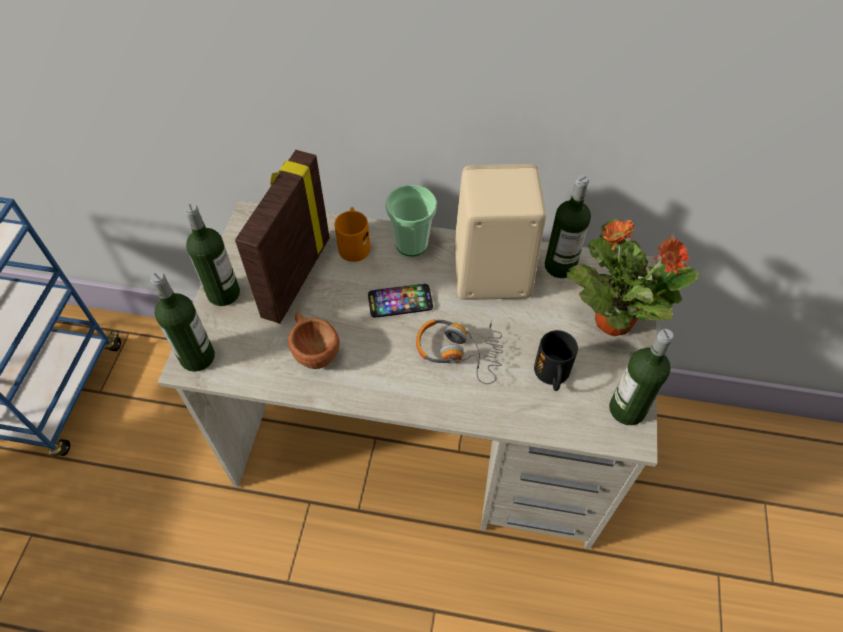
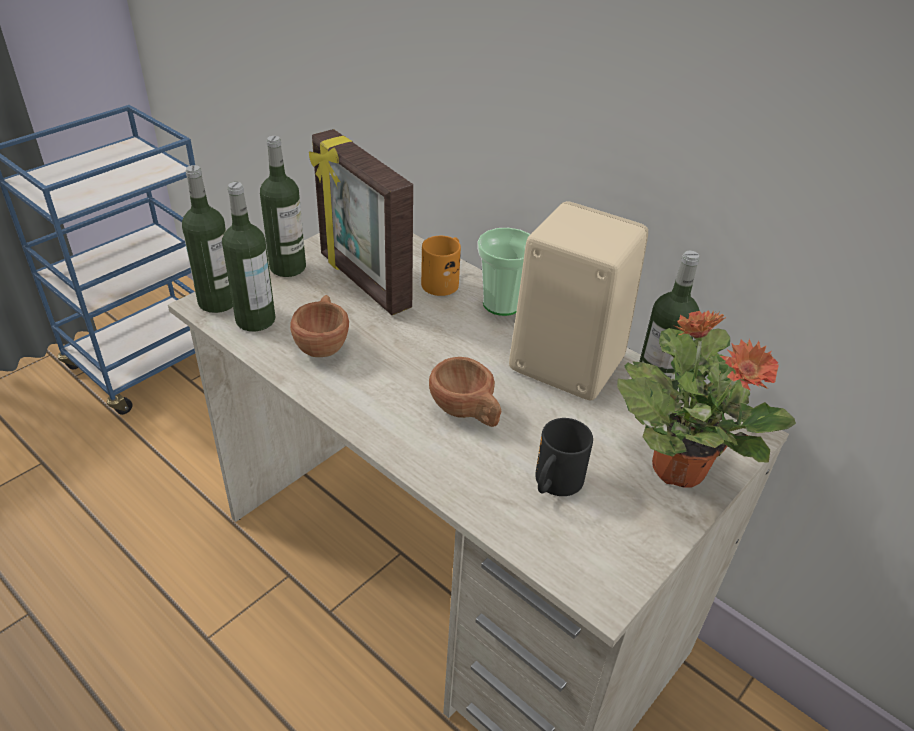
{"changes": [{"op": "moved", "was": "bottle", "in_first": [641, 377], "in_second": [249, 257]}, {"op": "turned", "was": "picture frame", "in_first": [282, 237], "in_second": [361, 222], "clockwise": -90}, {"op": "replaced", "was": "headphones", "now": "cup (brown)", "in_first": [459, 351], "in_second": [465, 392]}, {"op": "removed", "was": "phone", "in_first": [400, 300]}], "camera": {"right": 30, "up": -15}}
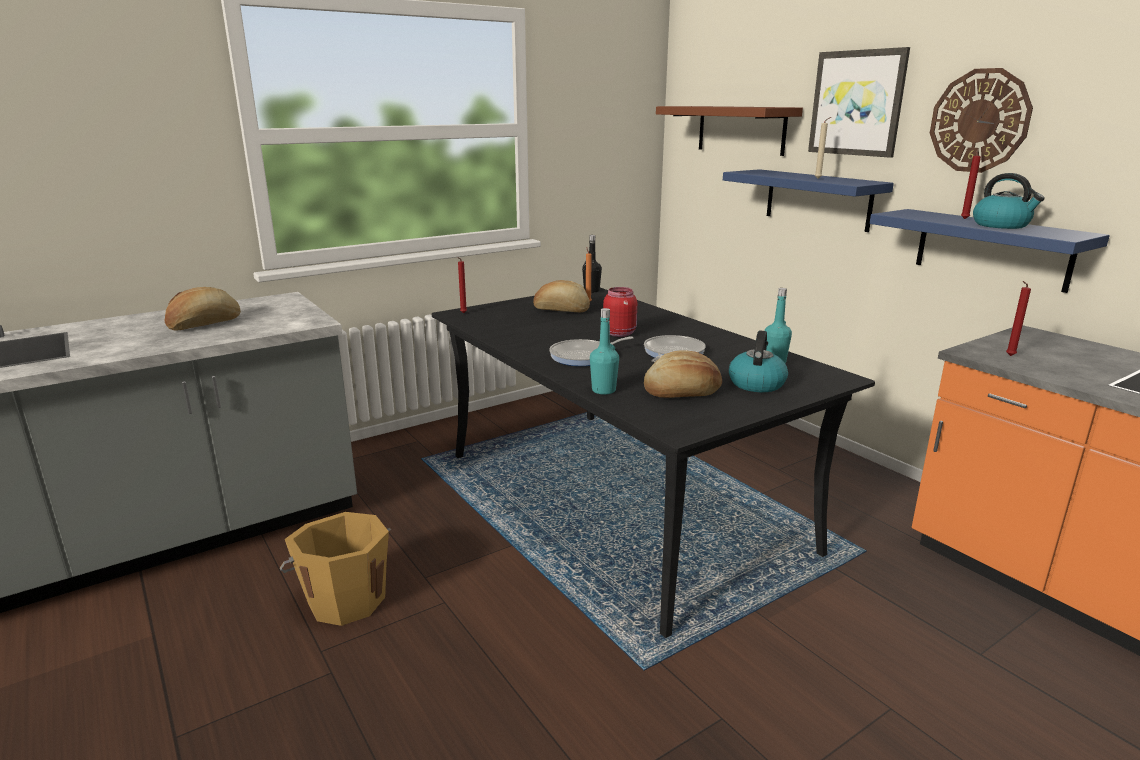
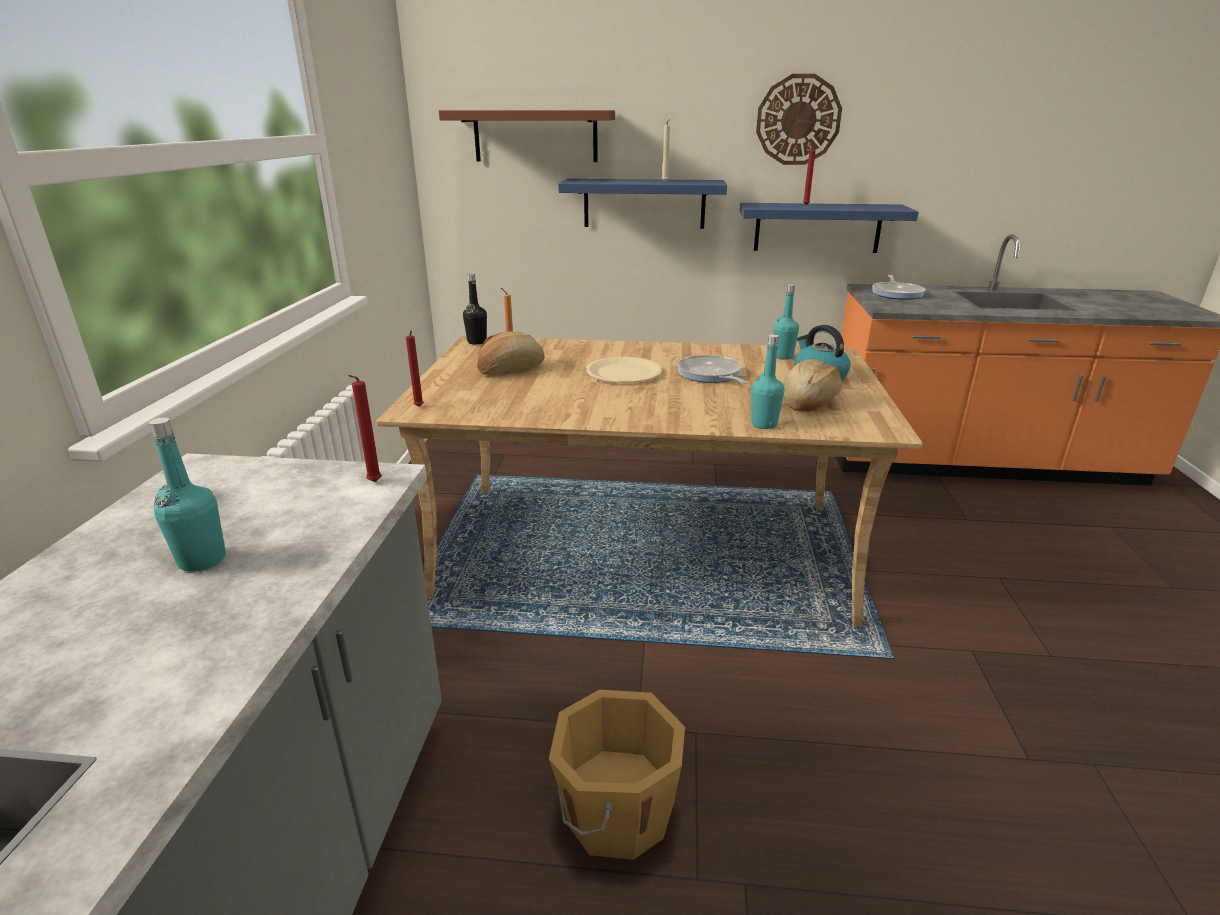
{"changes": [{"op": "replaced", "was": "bread", "now": "bottle (turquoise)", "in_first": [203, 308], "in_second": [187, 494]}, {"op": "moved", "was": "candle (red)", "in_first": [1018, 318], "in_second": [365, 428]}, {"op": "recoloured", "was": "dining table (black)", "now": "dining table (beige)", "in_first": [653, 463], "in_second": [649, 481]}, {"op": "replaced", "was": "jar (red)", "now": "plate (beige)", "in_first": [620, 312], "in_second": [624, 370]}, {"op": "moved", "was": "frying pan", "in_first": [591, 351], "in_second": [899, 287]}, {"op": "removed", "was": "picture", "in_first": [859, 102]}, {"op": "removed", "was": "kettle", "in_first": [1009, 201]}], "camera": {"right": -50, "up": 5}}
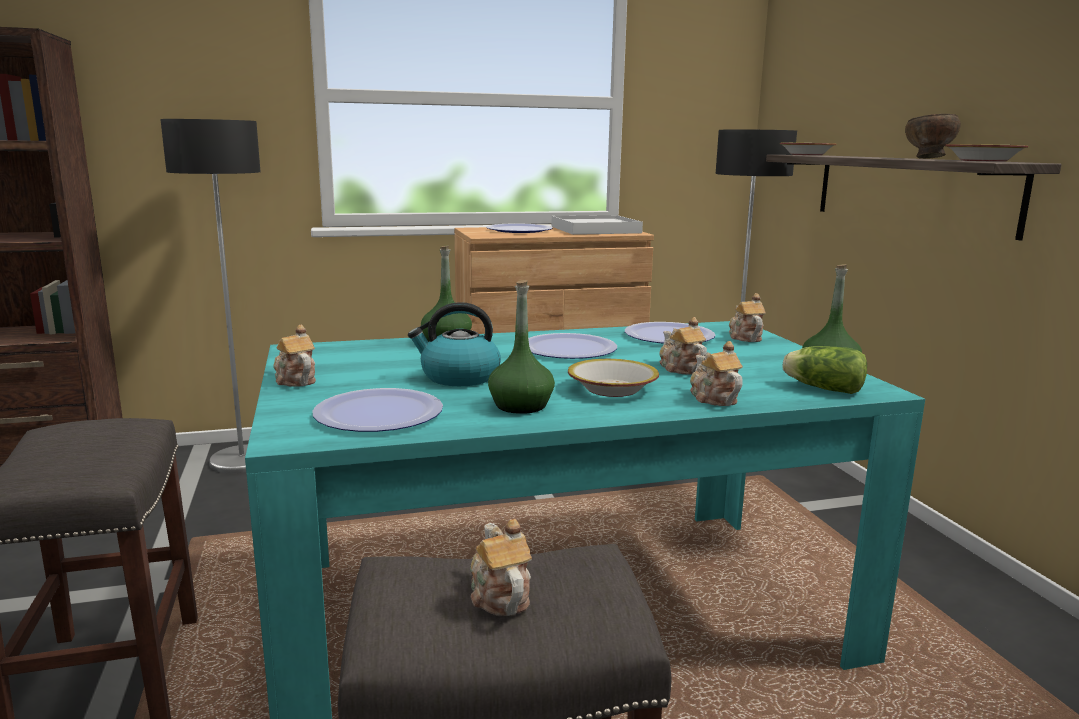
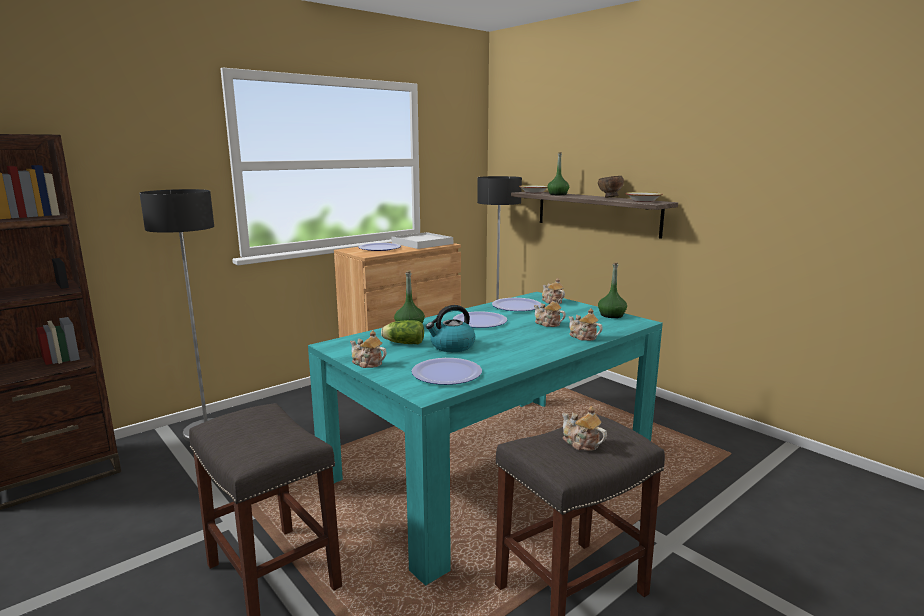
{"changes": [{"op": "moved", "was": "lettuce", "in_first": [825, 370], "in_second": [402, 332]}, {"op": "moved", "was": "bottle (green)", "in_first": [521, 347], "in_second": [558, 173]}, {"op": "removed", "was": "bowl", "in_first": [613, 378]}], "camera": {"right": -25, "up": 0}}
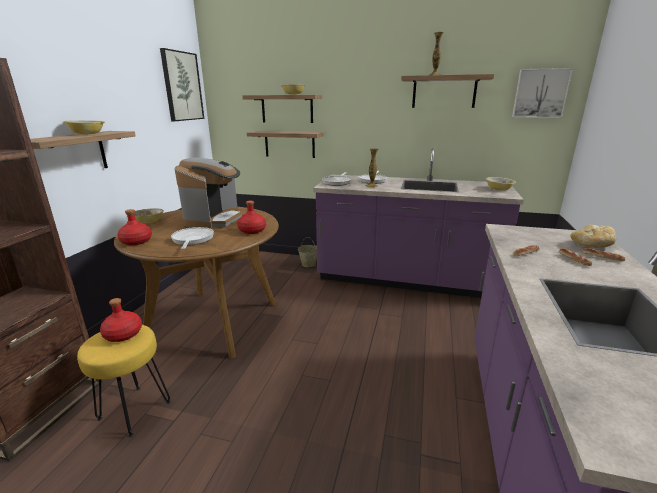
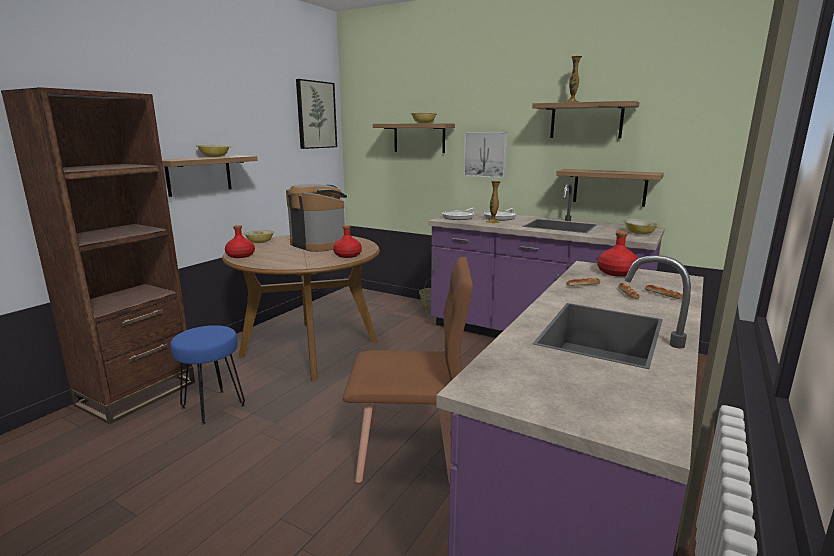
{"changes": [{"op": "recoloured", "was": "stool (yellow)", "now": "stool (blue)", "in_first": [124, 381], "in_second": [207, 375]}, {"op": "turned", "was": "coffee machine", "in_first": [208, 193], "in_second": [316, 218], "clockwise": -75}, {"op": "added", "now": "chair (brown)", "in_second": [408, 370]}, {"op": "moved", "was": "picture", "in_first": [542, 93], "in_second": [486, 155]}, {"op": "moved", "was": "shelf", "in_first": [285, 144], "in_second": [610, 188]}, {"op": "moved", "was": "bottle (red)", "in_first": [121, 320], "in_second": [618, 254]}, {"op": "removed", "was": "frying pan", "in_first": [192, 238]}, {"op": "removed", "was": "bread", "in_first": [593, 236]}], "camera": {"right": 15, "up": -5}}
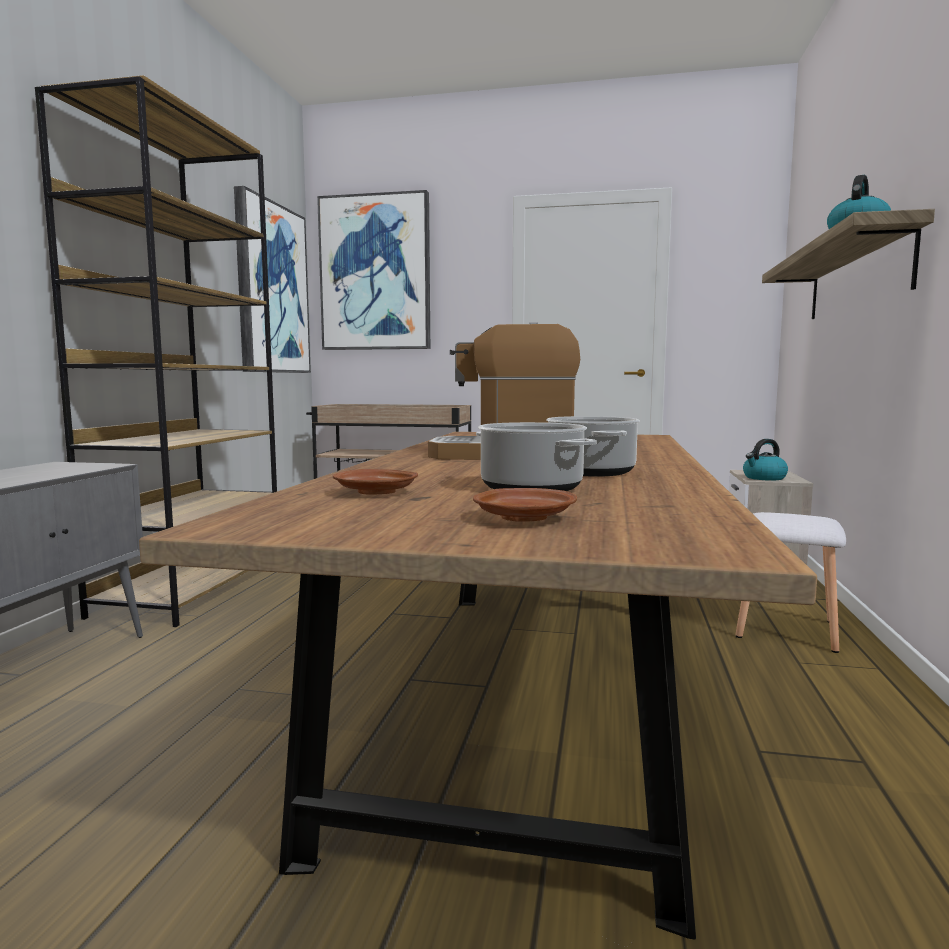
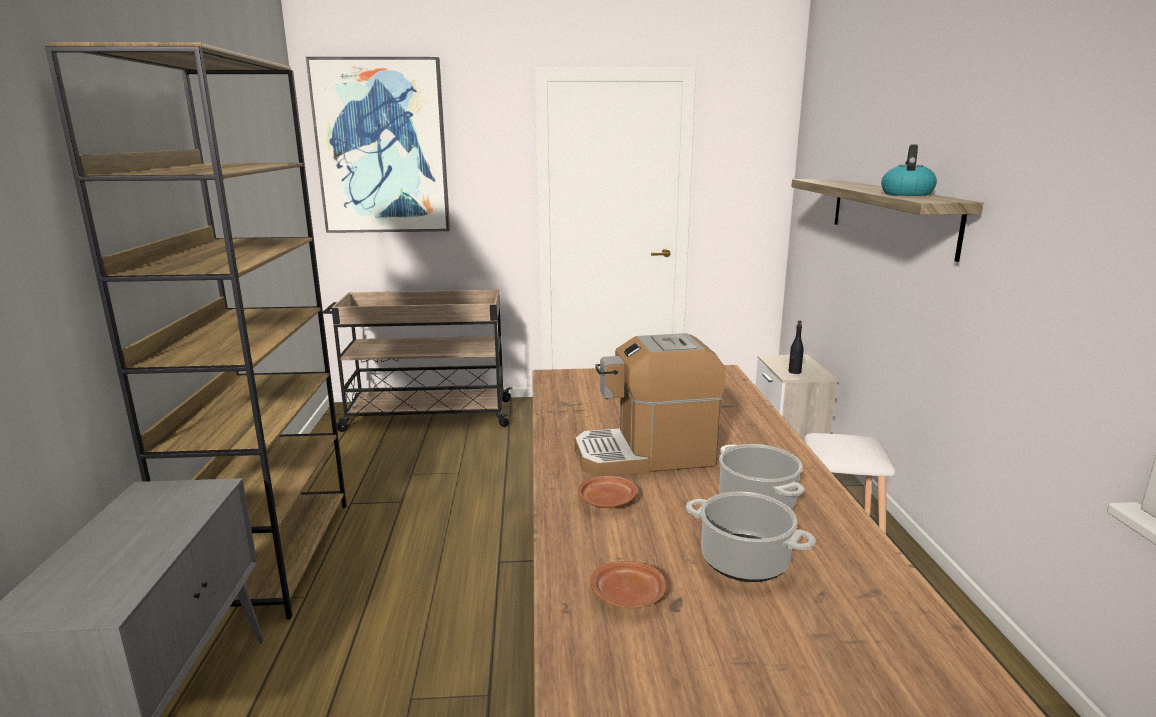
{"changes": [{"op": "moved", "was": "plate (brown)", "in_first": [525, 505], "in_second": [608, 491]}, {"op": "replaced", "was": "kettle", "now": "bottle (black)", "in_first": [765, 460], "in_second": [796, 347]}, {"op": "removed", "was": "picture", "in_first": [272, 279]}], "camera": {"right": -15, "up": 10}}
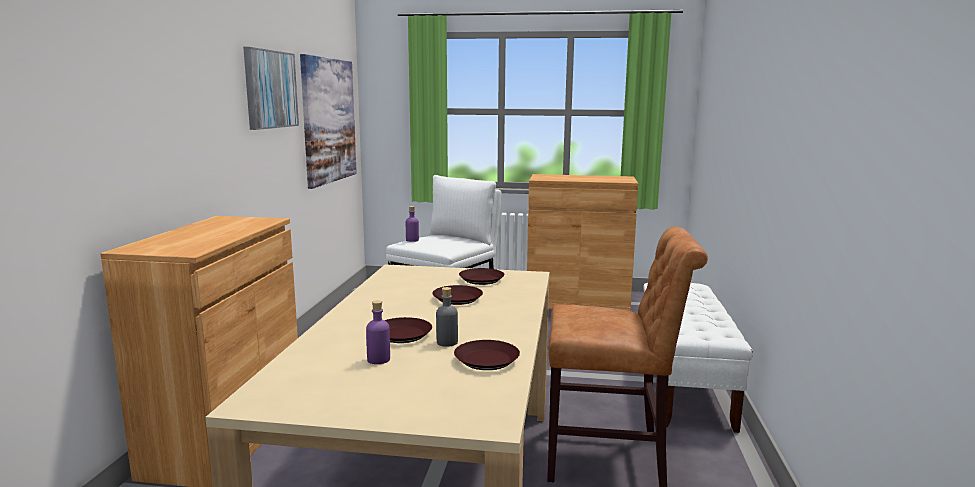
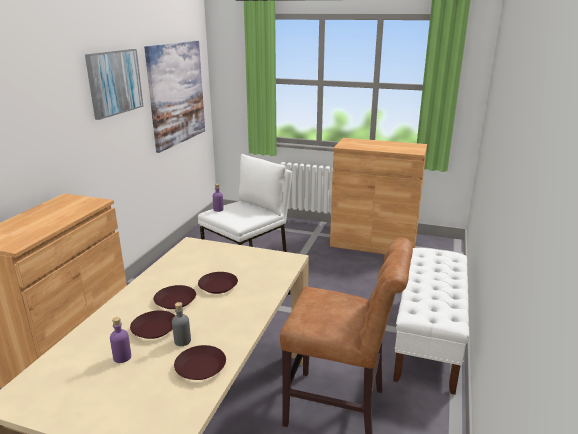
{"changes": [{"op": "moved", "was": "plate (brown)", "in_first": [481, 276], "in_second": [175, 297]}], "camera": {"right": 10, "up": 10}}
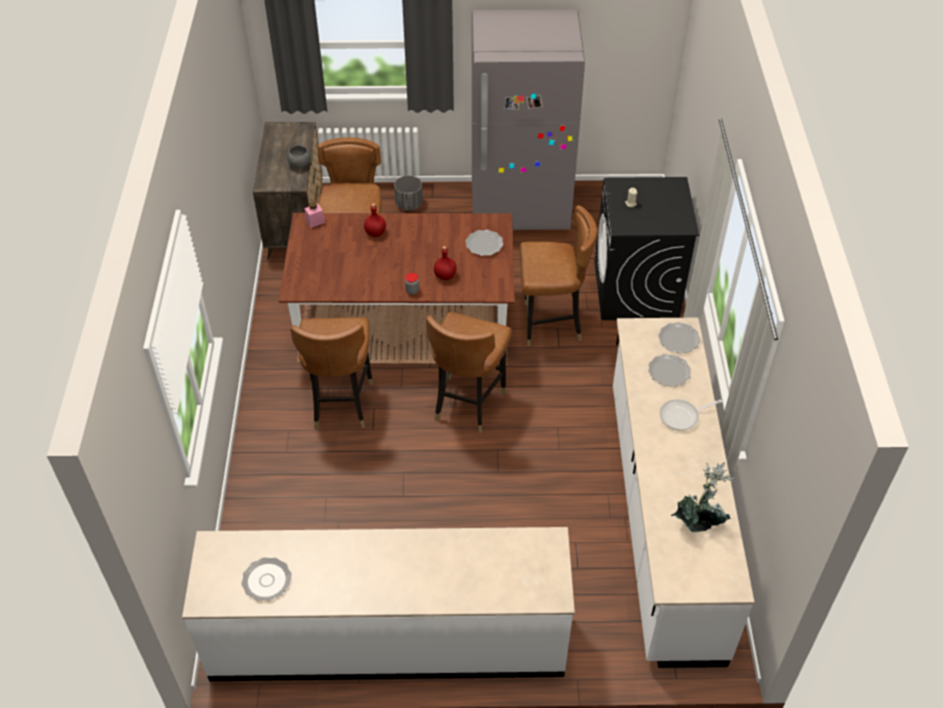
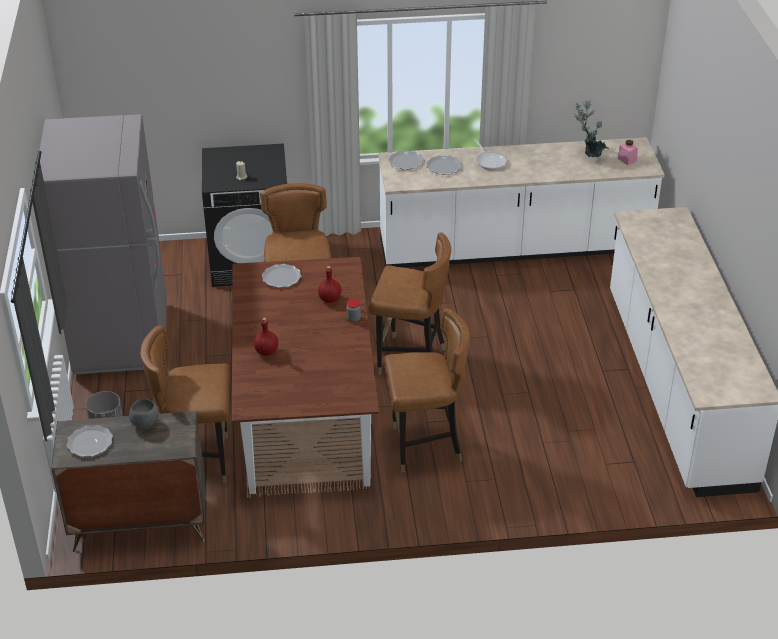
{"changes": [{"op": "moved", "was": "plate", "in_first": [266, 579], "in_second": [90, 441]}, {"op": "moved", "was": "jar (pink)", "in_first": [314, 215], "in_second": [628, 152]}], "camera": {"right": -95, "up": -10}}
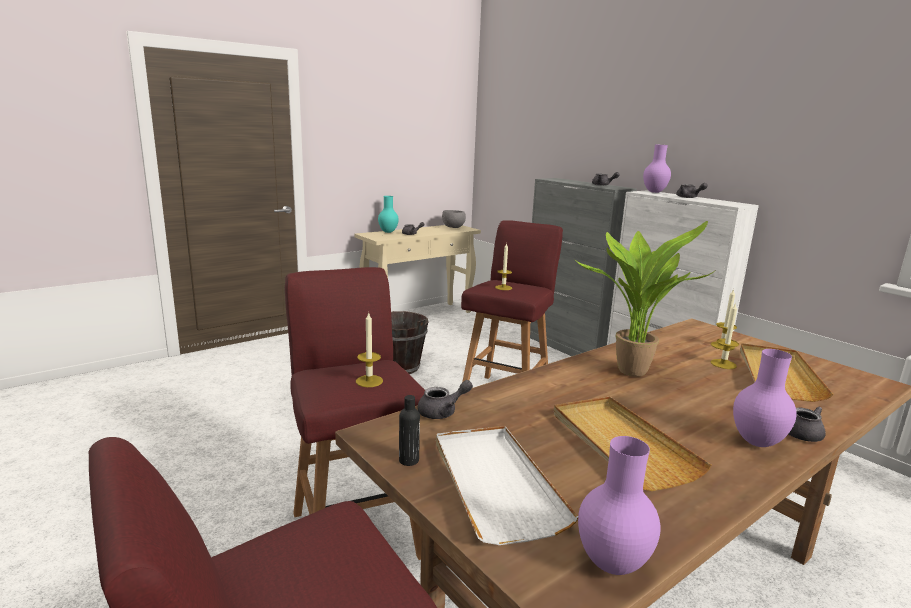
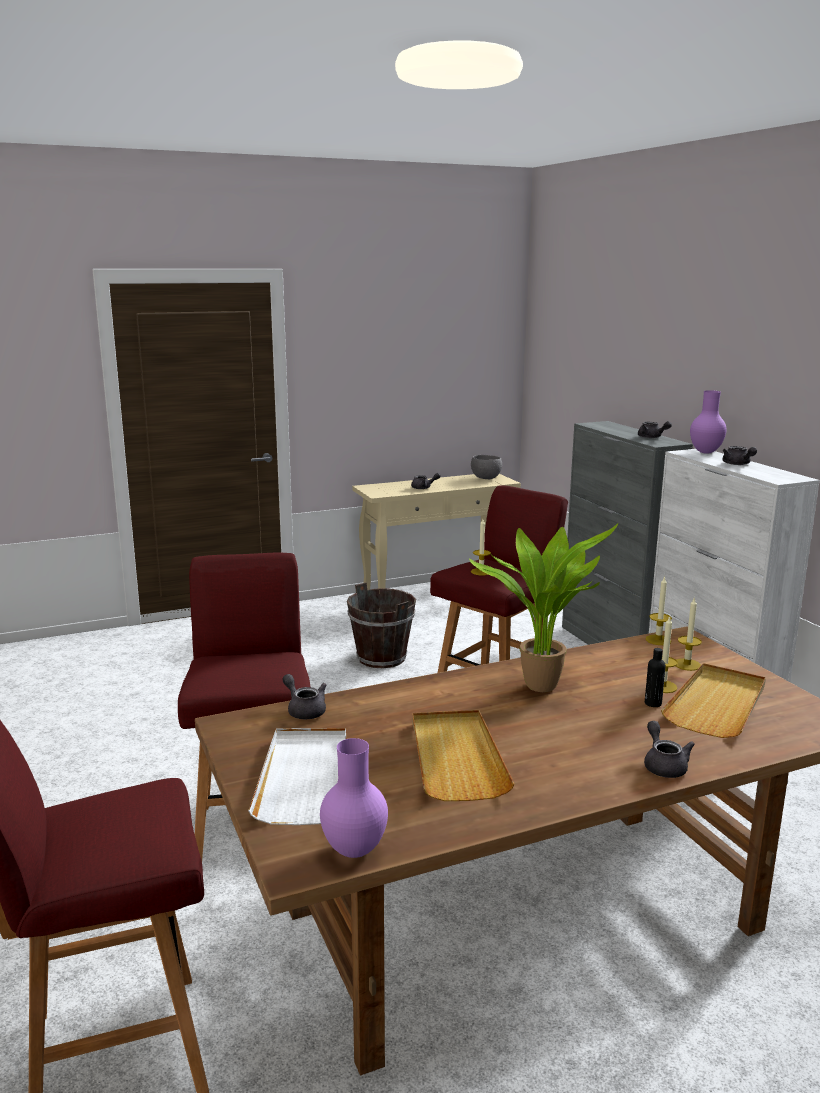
{"changes": [{"op": "turned", "was": "teapot (grey)", "in_first": [445, 399], "in_second": [304, 696], "clockwise": -120}, {"op": "moved", "was": "candle", "in_first": [369, 349], "in_second": [658, 610]}, {"op": "moved", "was": "bottle (black)", "in_first": [409, 430], "in_second": [655, 677]}, {"op": "removed", "was": "vase (turquoise)", "in_first": [388, 214]}, {"op": "removed", "was": "vase (purple)", "in_first": [765, 398]}], "camera": {"right": 15, "up": 0}}
